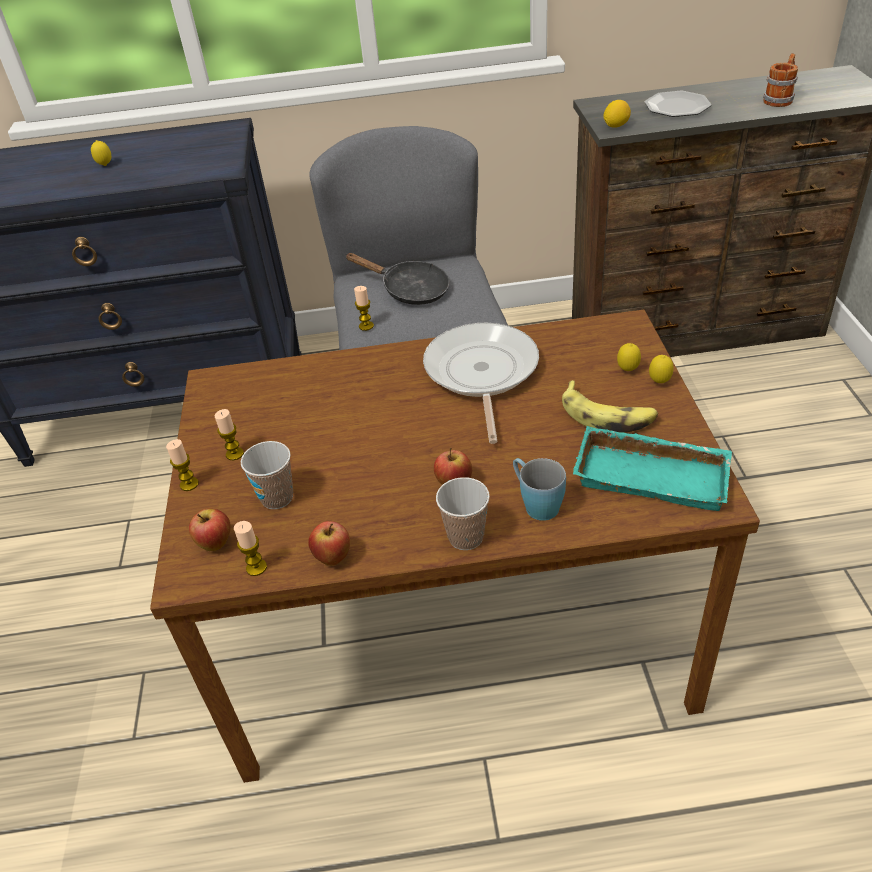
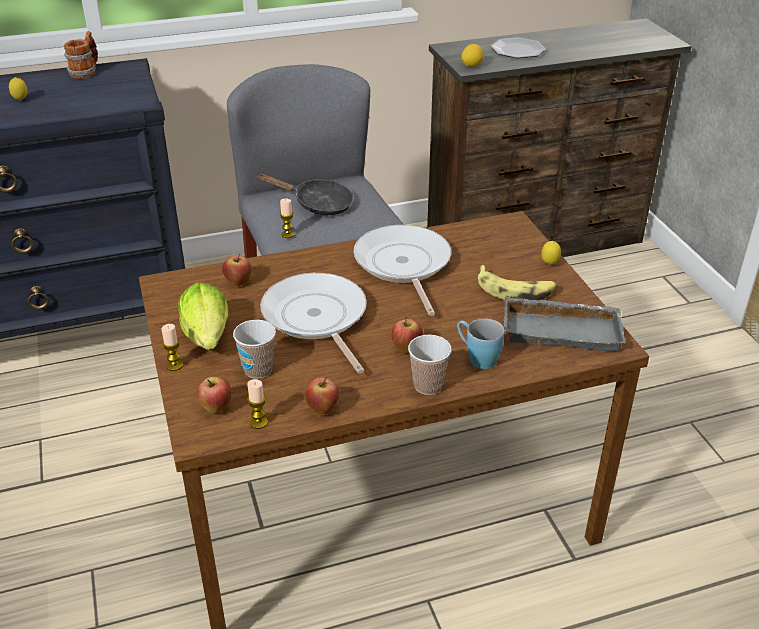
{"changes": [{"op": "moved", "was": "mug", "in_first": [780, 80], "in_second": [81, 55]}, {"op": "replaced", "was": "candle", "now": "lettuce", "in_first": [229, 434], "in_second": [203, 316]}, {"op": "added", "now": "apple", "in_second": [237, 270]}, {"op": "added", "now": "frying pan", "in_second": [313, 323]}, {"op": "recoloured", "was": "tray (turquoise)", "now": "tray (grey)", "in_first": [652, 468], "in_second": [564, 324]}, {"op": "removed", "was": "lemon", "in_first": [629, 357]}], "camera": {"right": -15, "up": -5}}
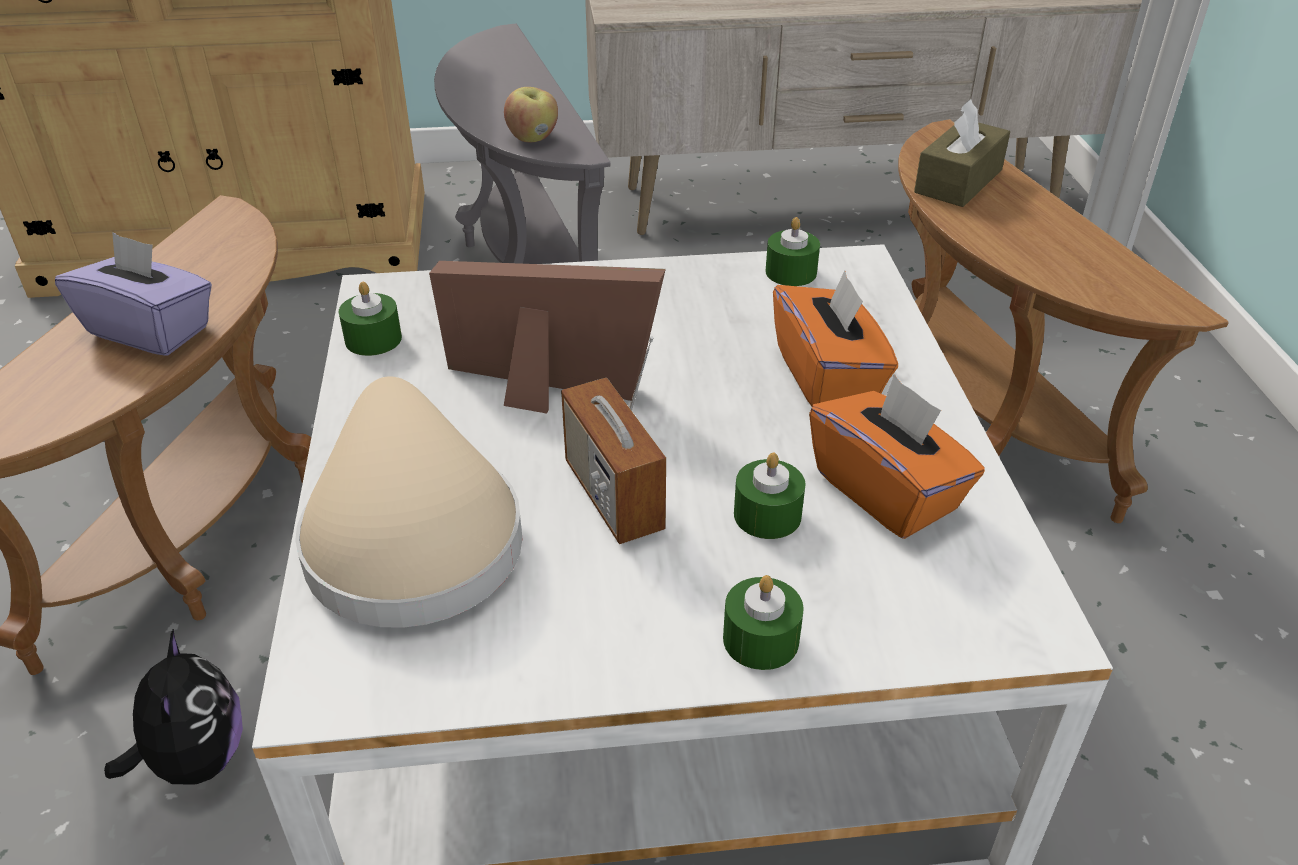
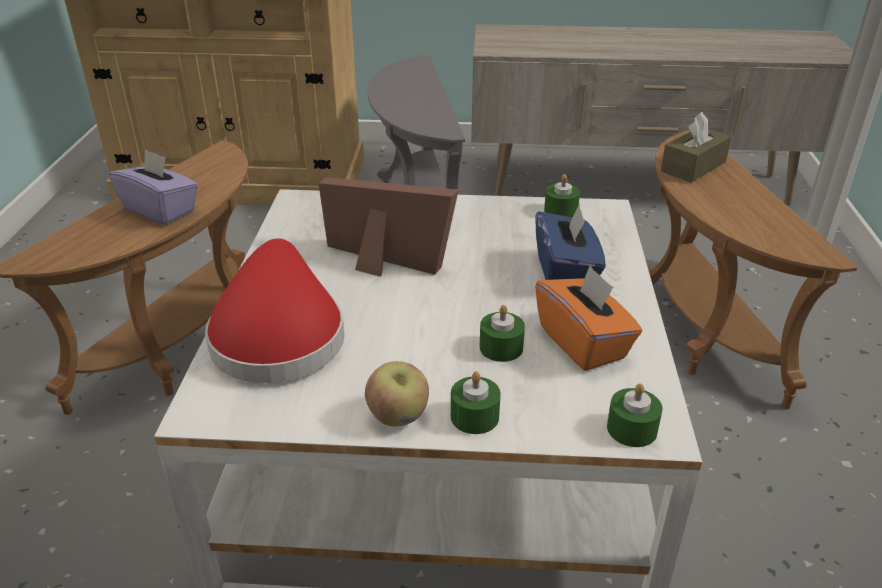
{"changes": [{"op": "recoloured", "was": "hat (beige)", "now": "hat (red)", "in_first": [409, 502], "in_second": [275, 311]}, {"op": "moved", "was": "apple", "in_first": [531, 114], "in_second": [397, 393]}, {"op": "recoloured", "was": "tissue box (orange)", "now": "tissue box (blue)", "in_first": [835, 338], "in_second": [570, 242]}, {"op": "moved", "was": "candle (green)", "in_first": [370, 319], "in_second": [635, 415]}, {"op": "removed", "was": "plush toy", "in_first": [173, 706]}, {"op": "removed", "was": "radio", "in_first": [613, 440]}], "camera": {"right": 10, "up": -5}}
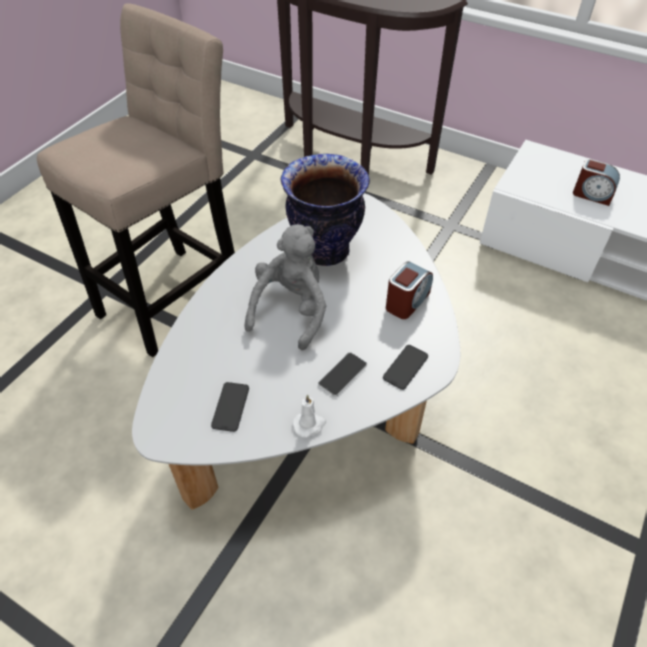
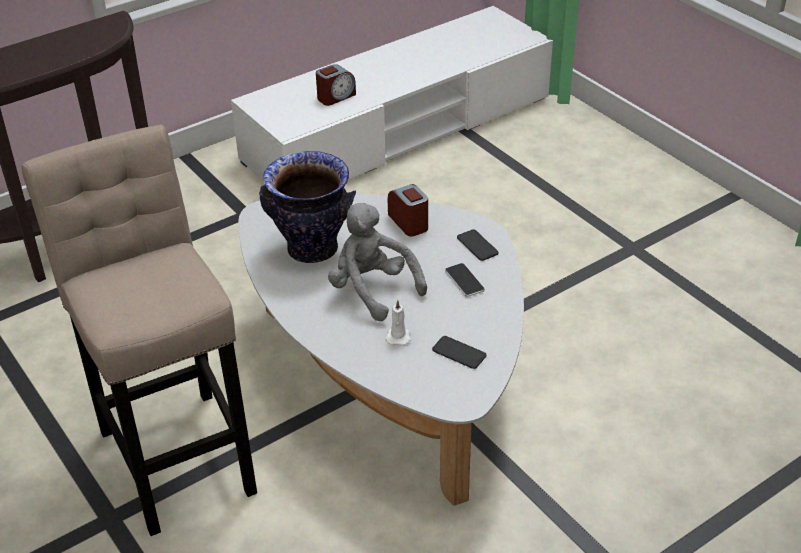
{"changes": [{"op": "moved", "was": "candle (white)", "in_first": [309, 416], "in_second": [398, 323]}], "camera": {"right": -65, "up": -10}}
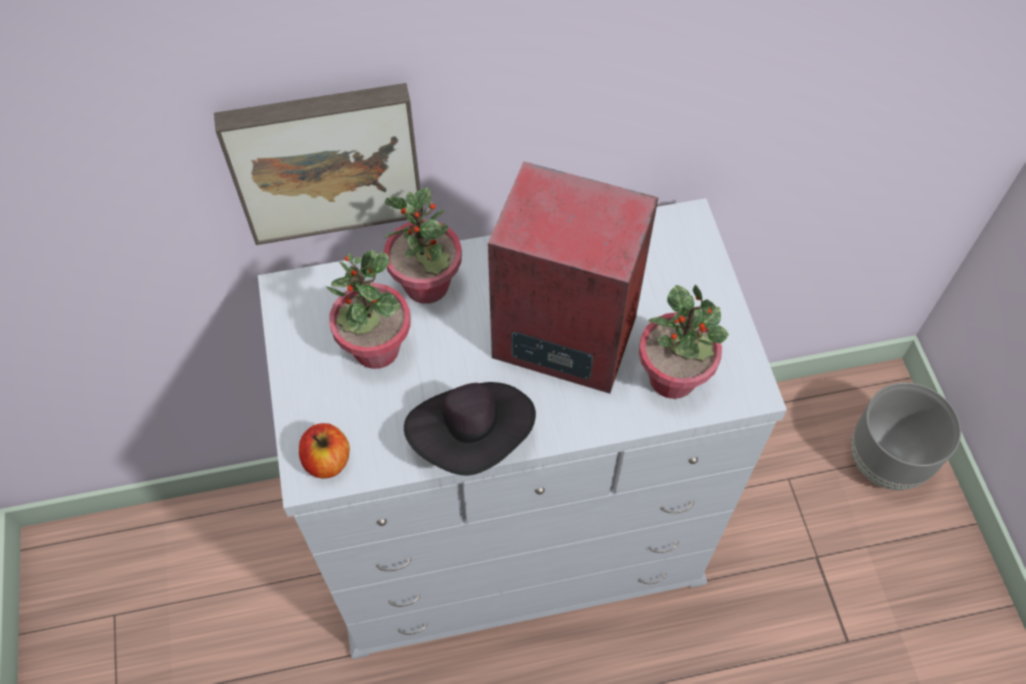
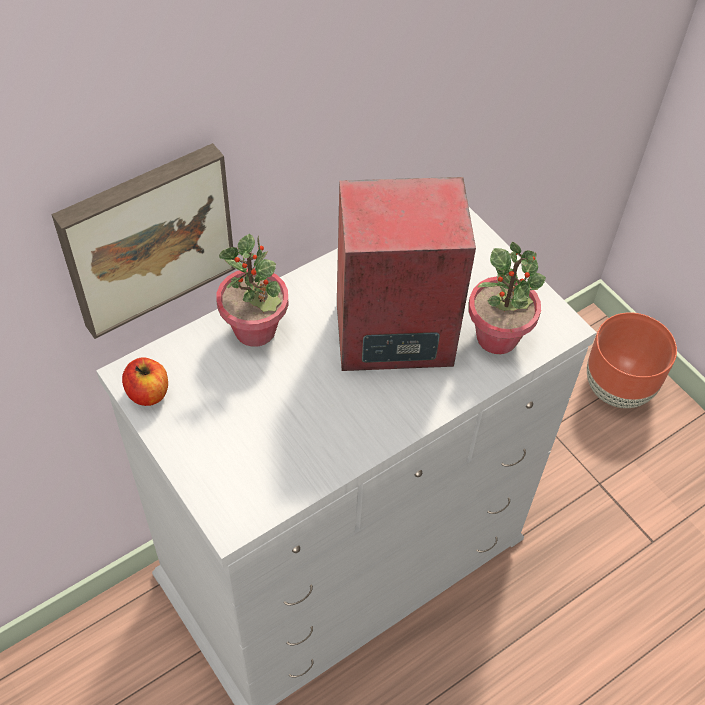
{"changes": [{"op": "moved", "was": "apple", "in_first": [324, 451], "in_second": [145, 381]}, {"op": "recoloured", "was": "planter (grey)", "now": "planter (brown)", "in_first": [906, 436], "in_second": [632, 360]}, {"op": "removed", "was": "potted plant", "in_first": [368, 309]}, {"op": "removed", "was": "hat (black)", "in_first": [470, 429]}], "camera": {"right": -25, "up": -5}}
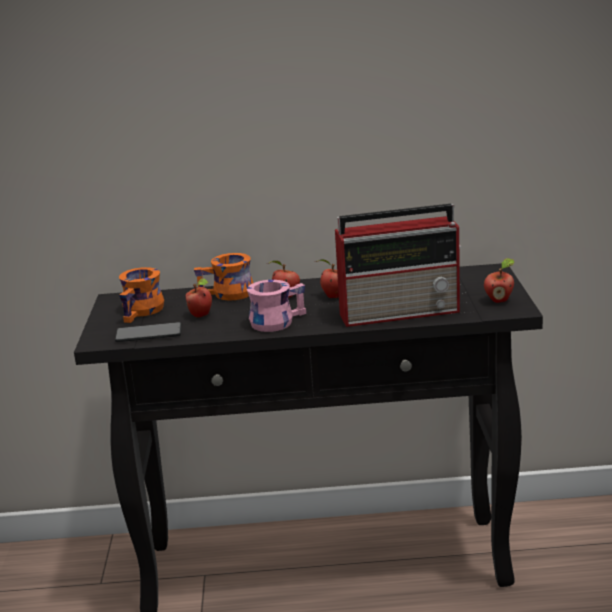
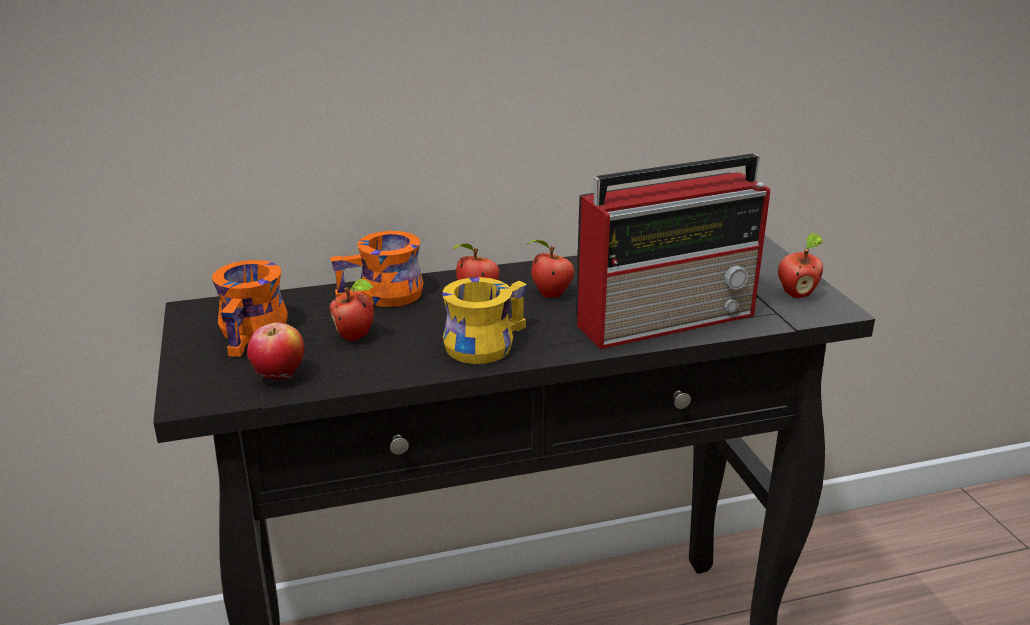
{"changes": [{"op": "replaced", "was": "phone", "now": "apple", "in_first": [148, 332], "in_second": [275, 351]}, {"op": "recoloured", "was": "mug (pink)", "now": "mug (yellow)", "in_first": [276, 306], "in_second": [484, 320]}], "camera": {"right": -15, "up": 5}}
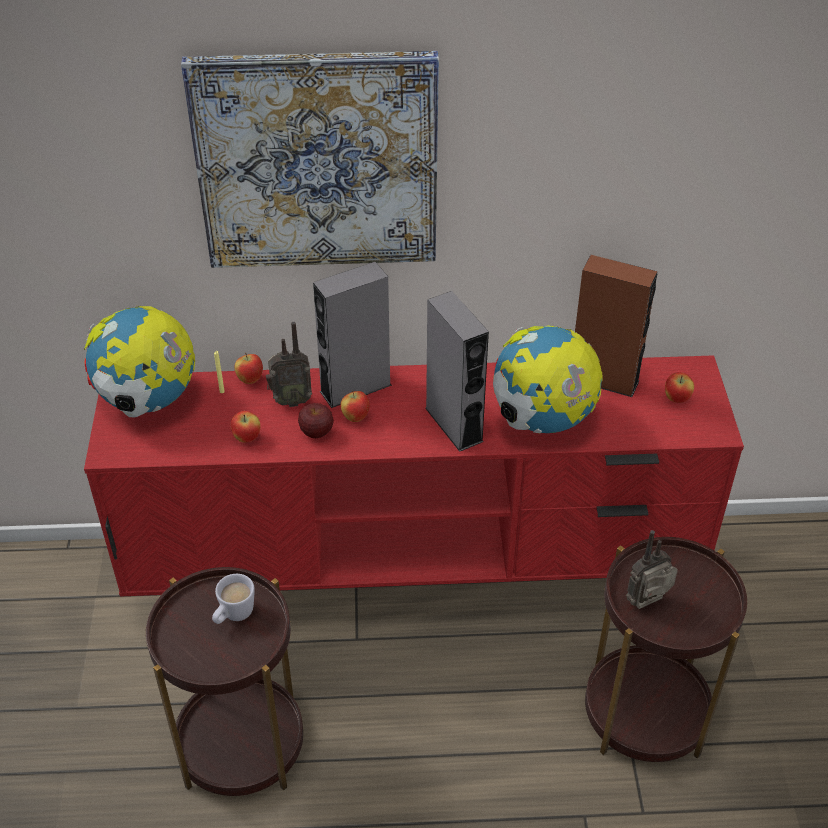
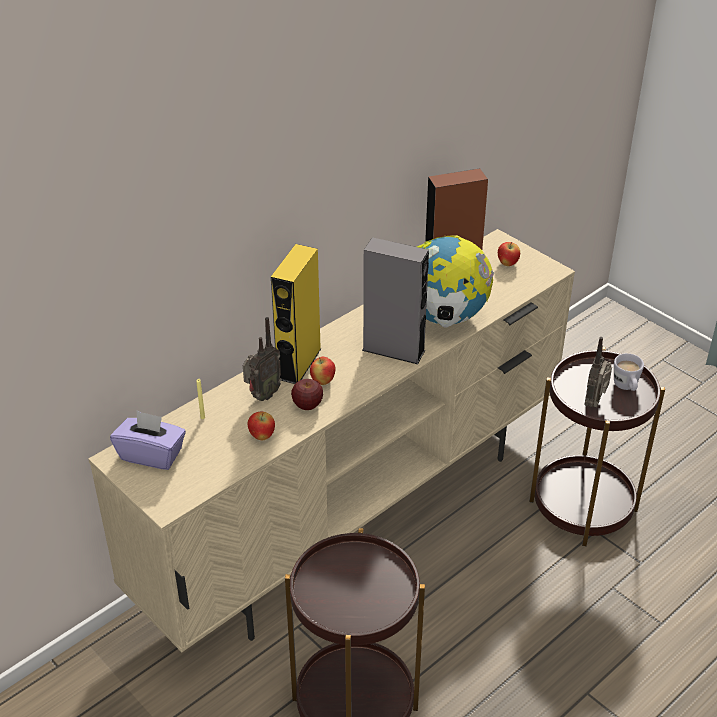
{"changes": [{"op": "recoloured", "was": "tv stand (red)", "now": "tv stand (beige)", "in_first": [414, 476], "in_second": [331, 440]}, {"op": "replaced", "was": "globe", "now": "tissue box (purple)", "in_first": [139, 361], "in_second": [148, 440]}, {"op": "recoloured", "was": "speaker (grey)", "now": "speaker (yellow)", "in_first": [352, 335], "in_second": [296, 314]}, {"op": "moved", "was": "mug (white)", "in_first": [233, 599], "in_second": [629, 372]}, {"op": "removed", "was": "picture", "in_first": [310, 159]}, {"op": "removed", "was": "apple", "in_first": [248, 368]}], "camera": {"right": -40, "up": -5}}
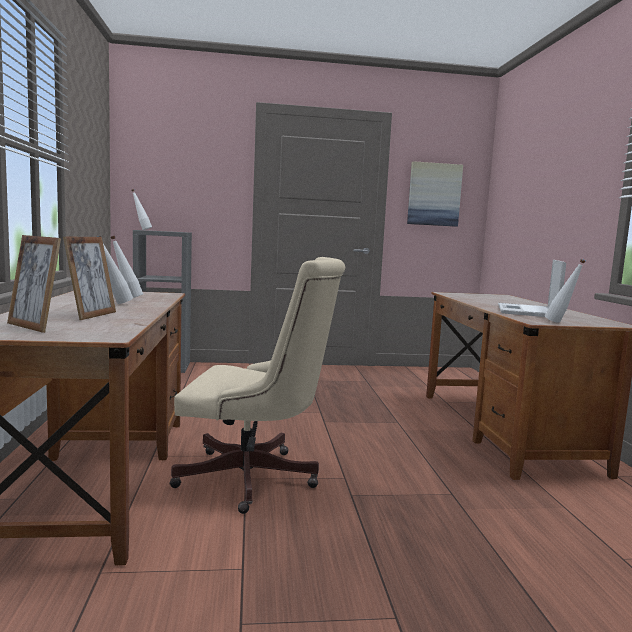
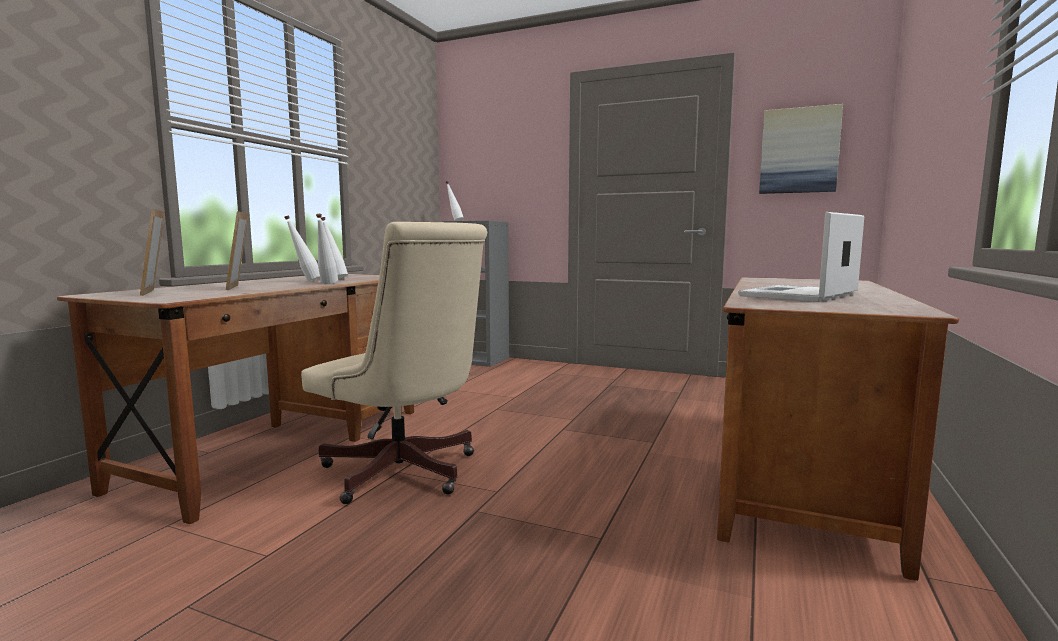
{"changes": [{"op": "turned", "was": "picture frame", "in_first": [89, 278], "in_second": [237, 250], "clockwise": 120}, {"op": "moved", "was": "bottle (white)", "in_first": [565, 291], "in_second": [327, 249]}], "camera": {"right": 30, "up": 0}}
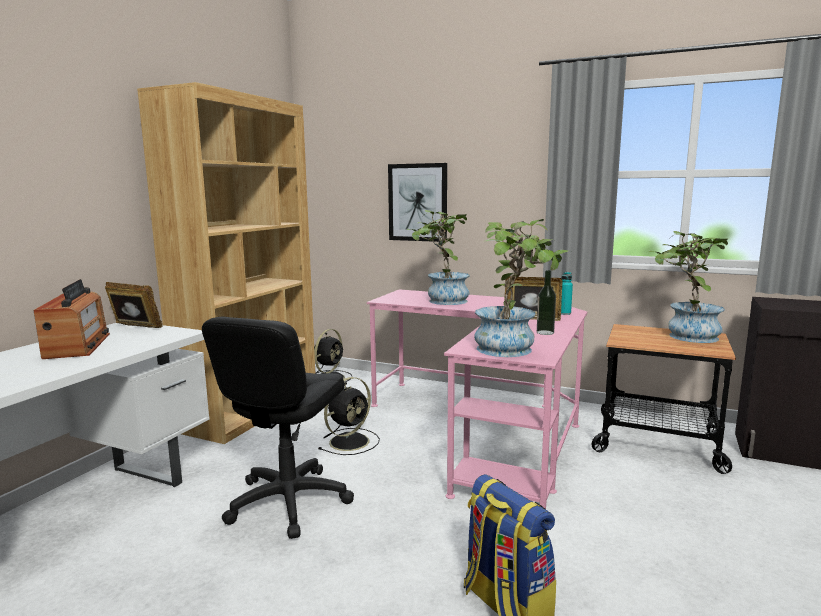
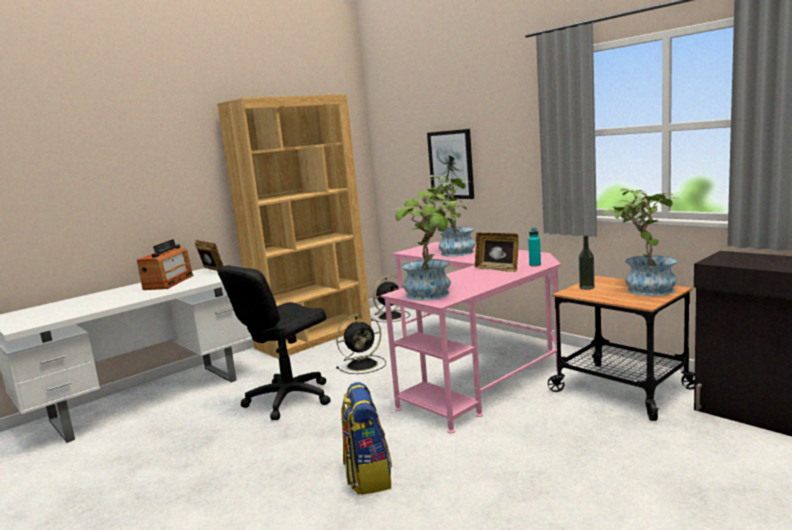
{"changes": [{"op": "moved", "was": "bottle", "in_first": [546, 302], "in_second": [587, 262]}], "camera": {"right": 25, "up": 0}}
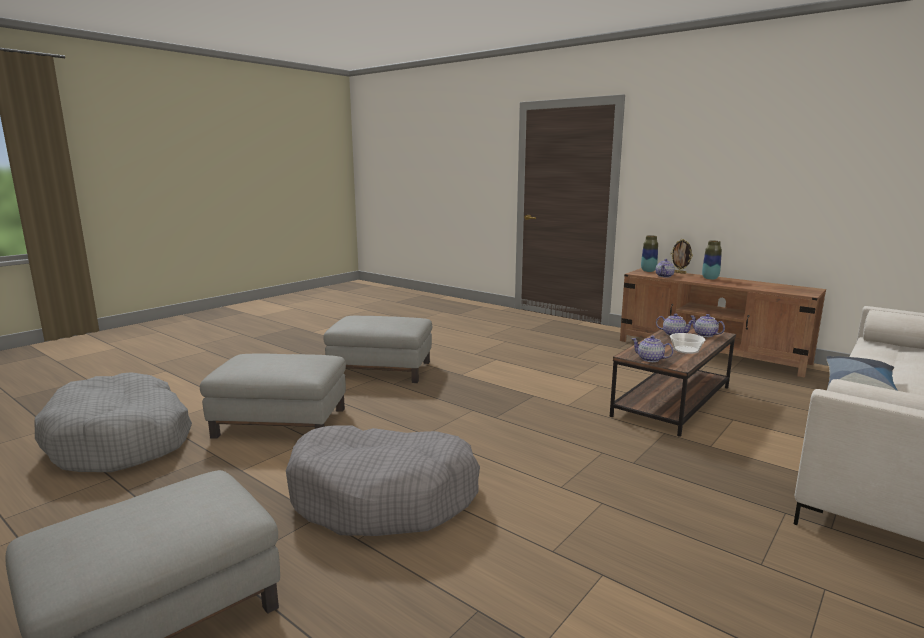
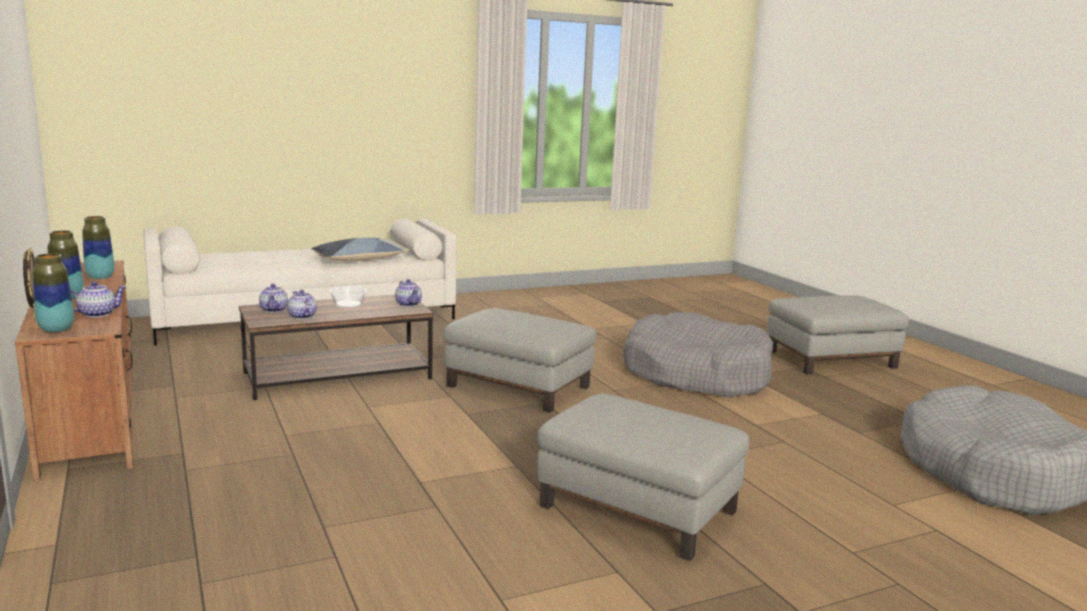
{"changes": [{"op": "added", "now": "vase", "in_second": [98, 247]}, {"op": "moved", "was": "ottoman (grey)", "in_first": [273, 396], "in_second": [520, 360]}], "camera": {"right": -155, "up": 0}}
